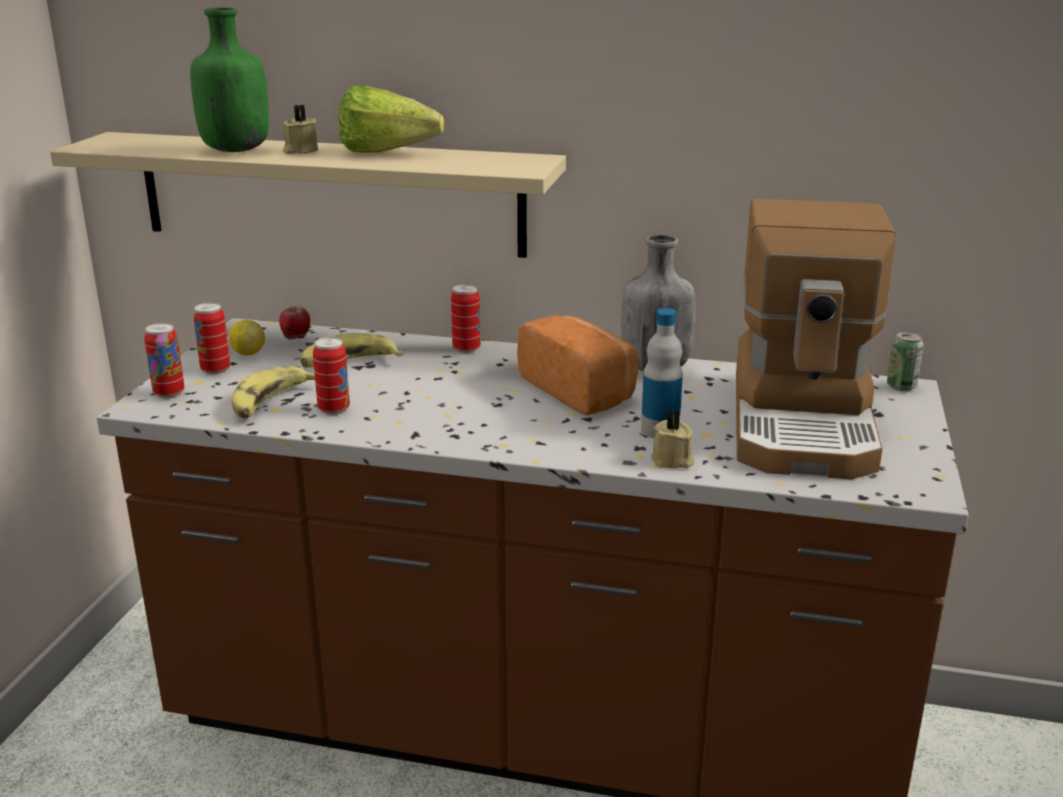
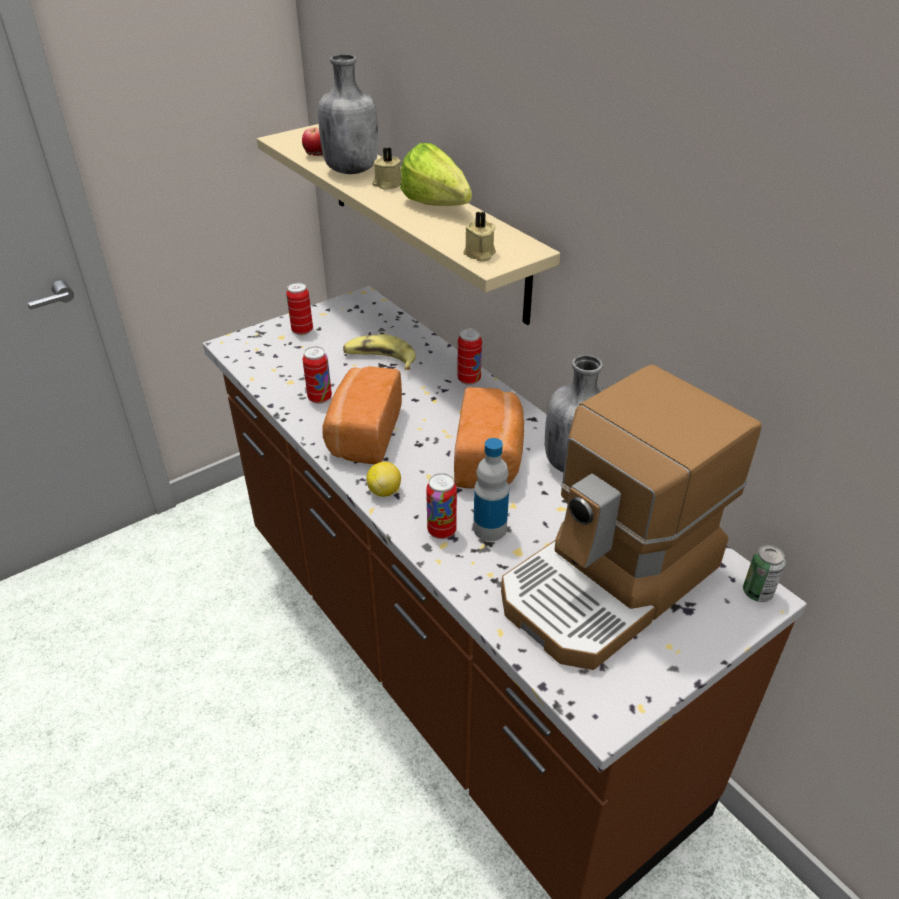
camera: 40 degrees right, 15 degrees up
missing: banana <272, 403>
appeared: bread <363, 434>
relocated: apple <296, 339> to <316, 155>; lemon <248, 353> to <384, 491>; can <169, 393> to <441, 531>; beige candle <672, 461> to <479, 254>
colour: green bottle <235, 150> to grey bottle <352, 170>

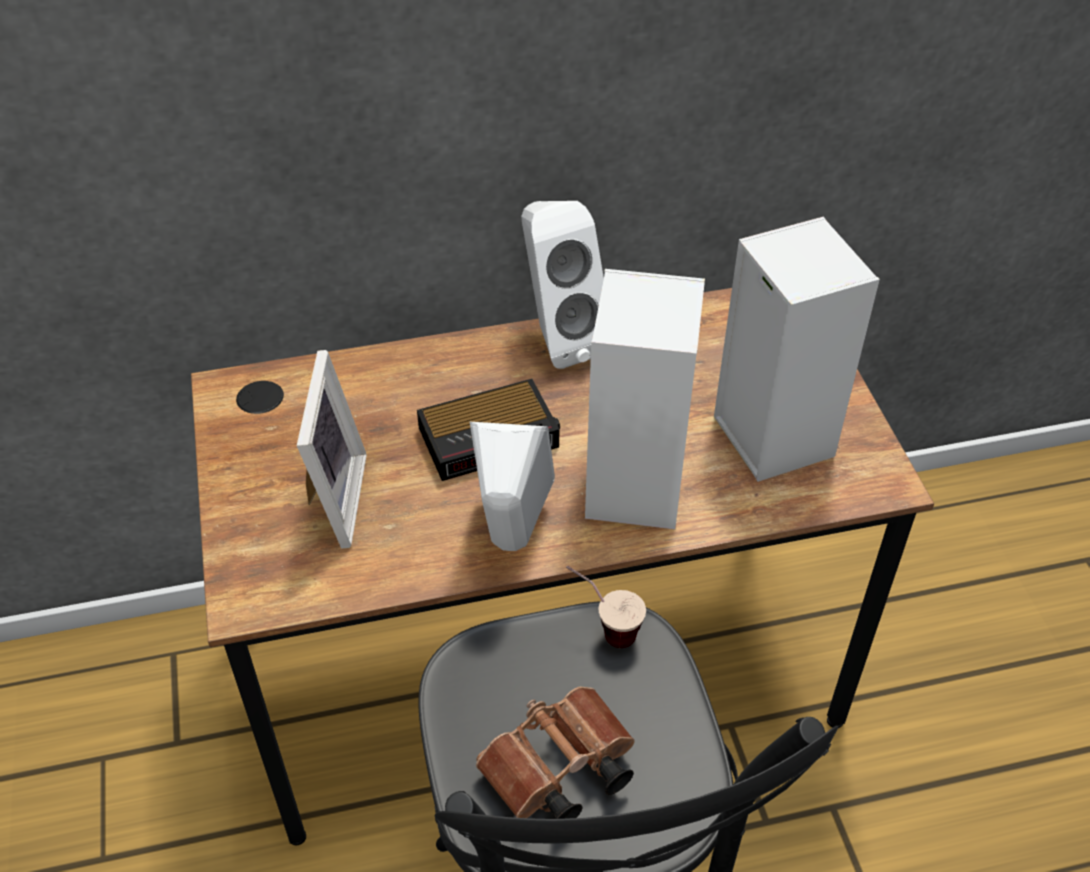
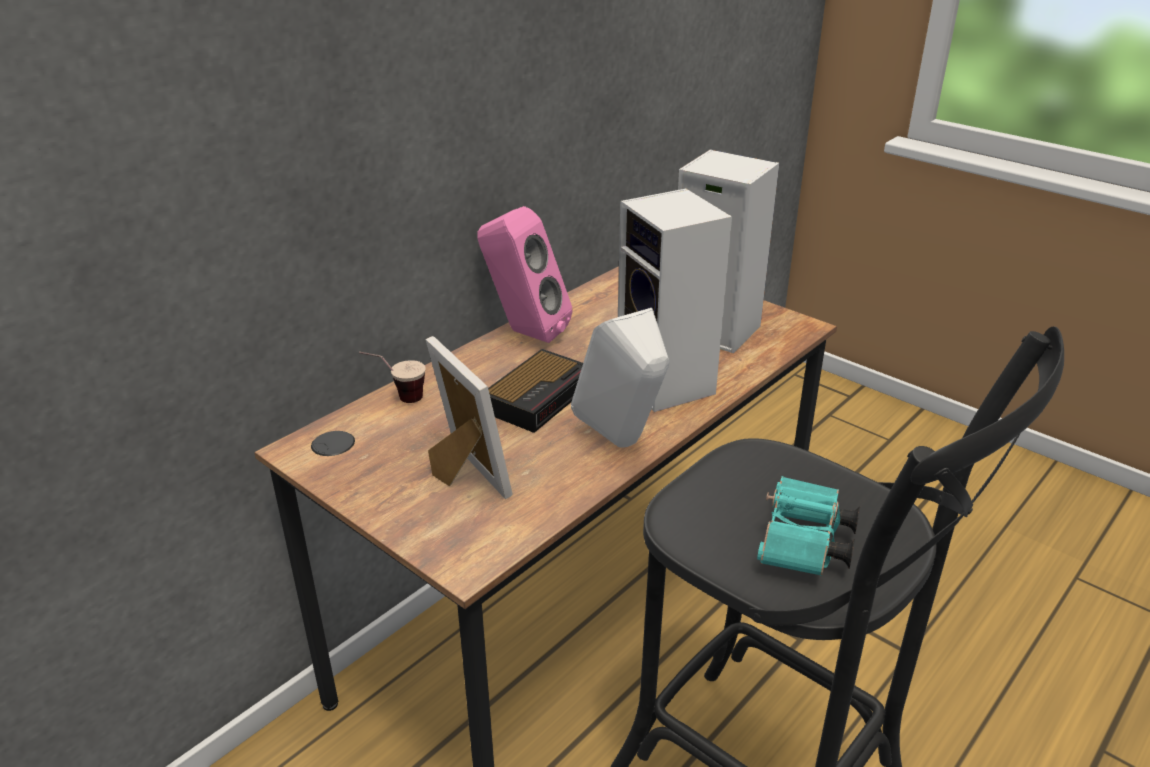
camera: 35 degrees left, 15 degrees down
relocated: cup <602, 628> to <397, 398>
colour: white speaker <558, 339> to pink speaker <524, 333>; brown binoculars <556, 773> to turquoise binoculars <803, 546>

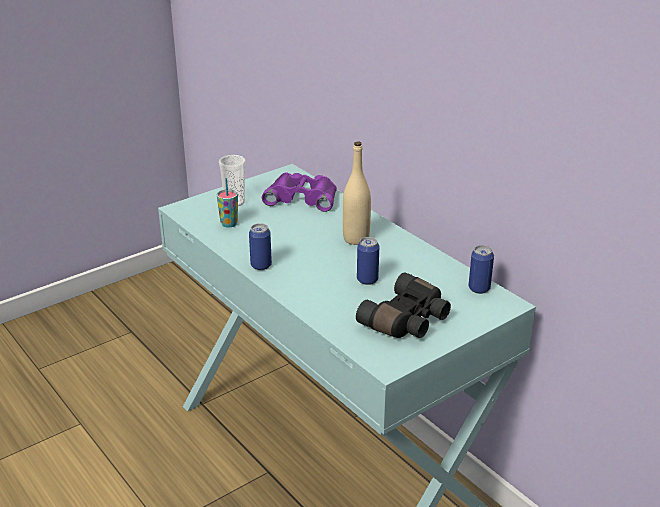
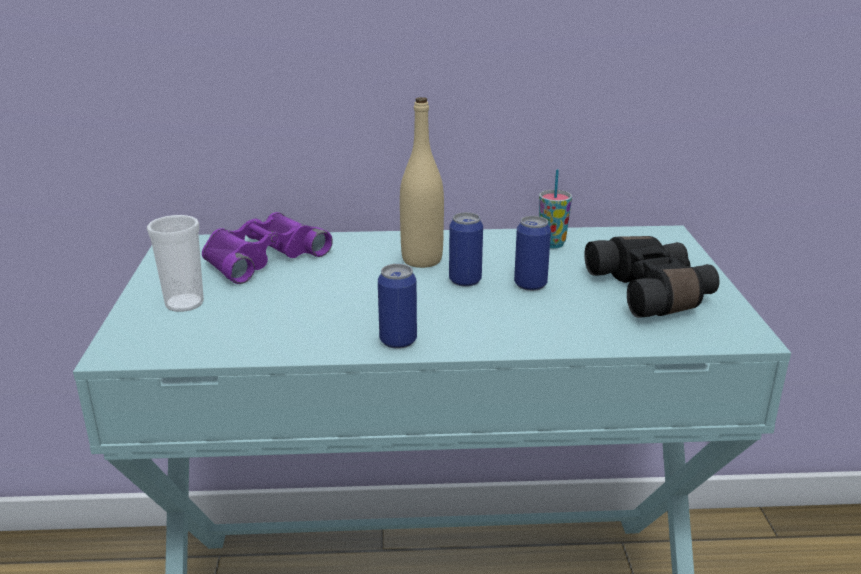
camera: 55 degrees left, 5 degrees down
relocated: cup <229, 224> to <552, 244>; can <479, 288> to <465, 280>

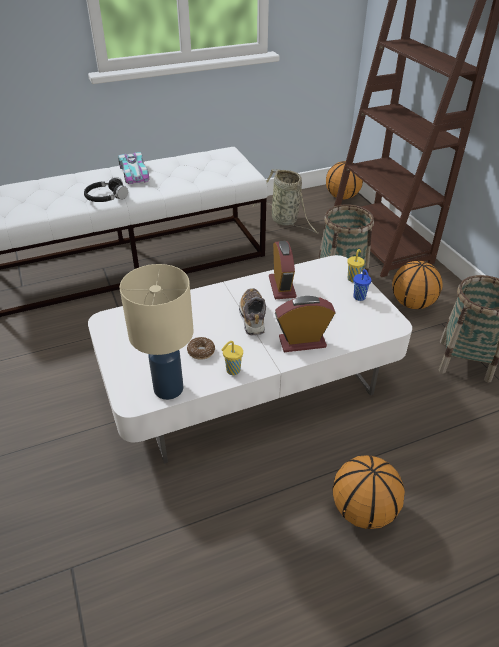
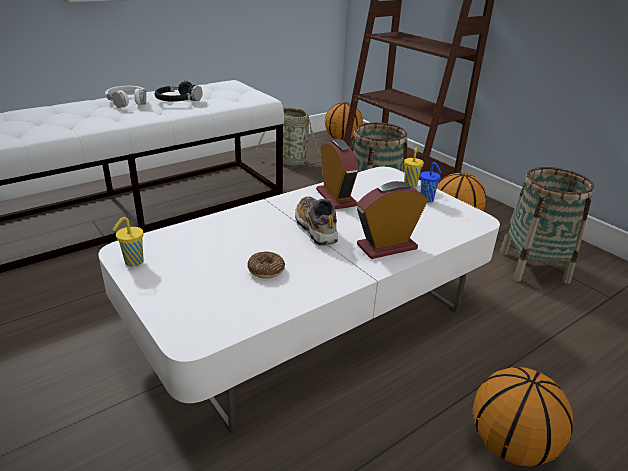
camera: 15 degrees left, 10 degrees down
missing: beige table lamp <167, 389>
relocated: black headphones <106, 197> to <178, 100>; yellow cup <232, 371> to <133, 262>
exchanged: toy car <134, 173> to white headphones <127, 102>

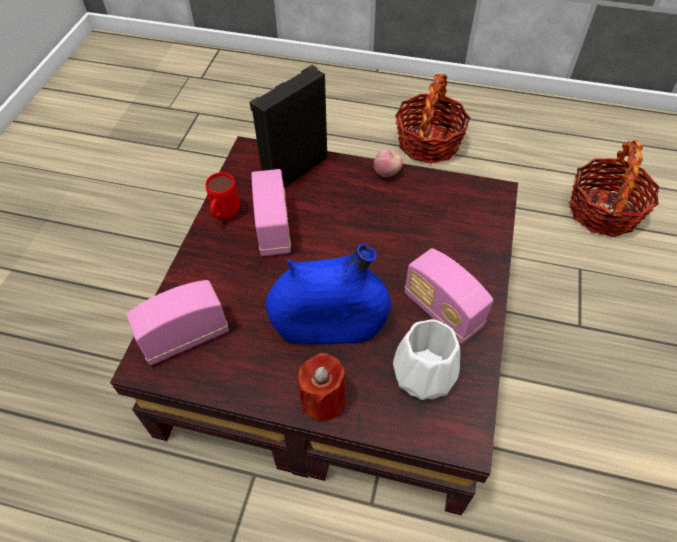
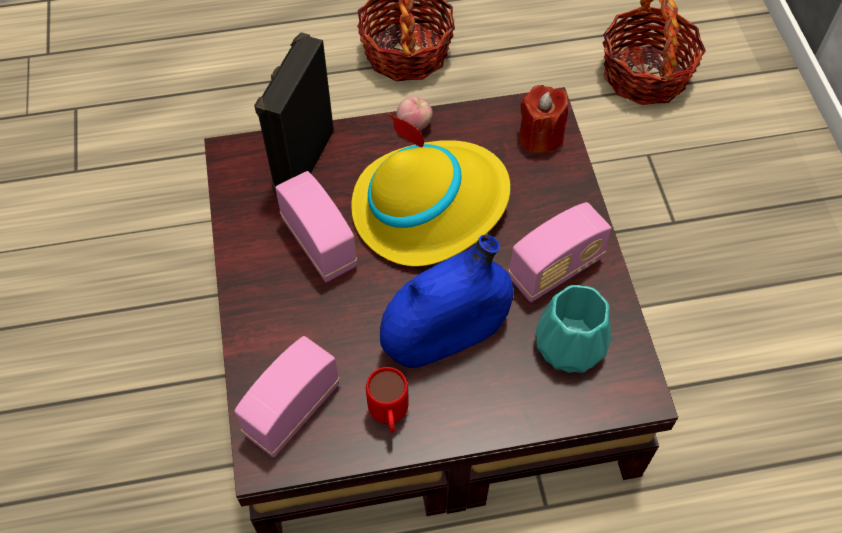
camera: 25 degrees left, 5 degrees up
appeared: yellow hat <429, 206>
relocated: red mug <224, 216> to <389, 418>; red candle <323, 399> to <540, 137>
colour: white vase <422, 374> to turquoise vase <567, 346>
spun: radio <442, 311> = <555, 269> 60 degrees counterclockwise

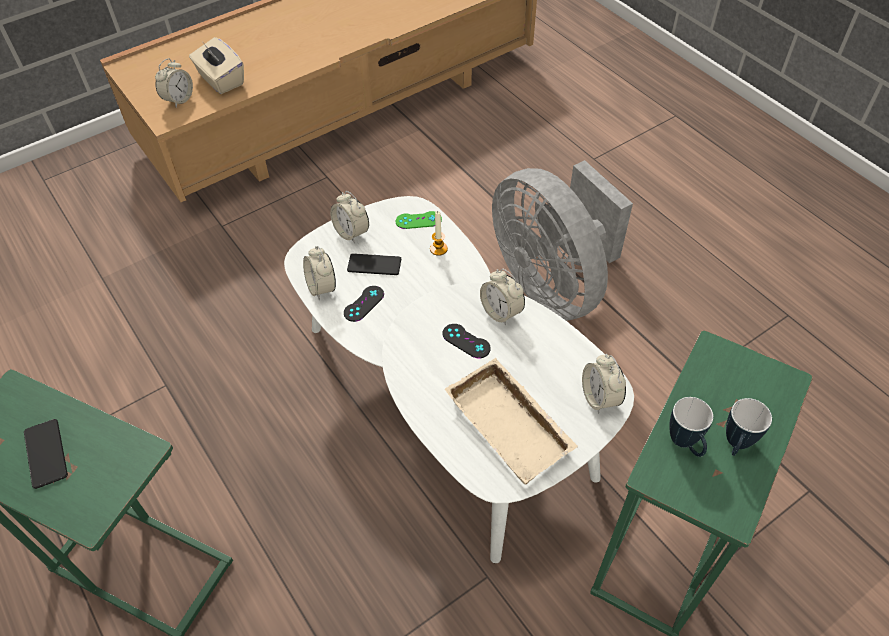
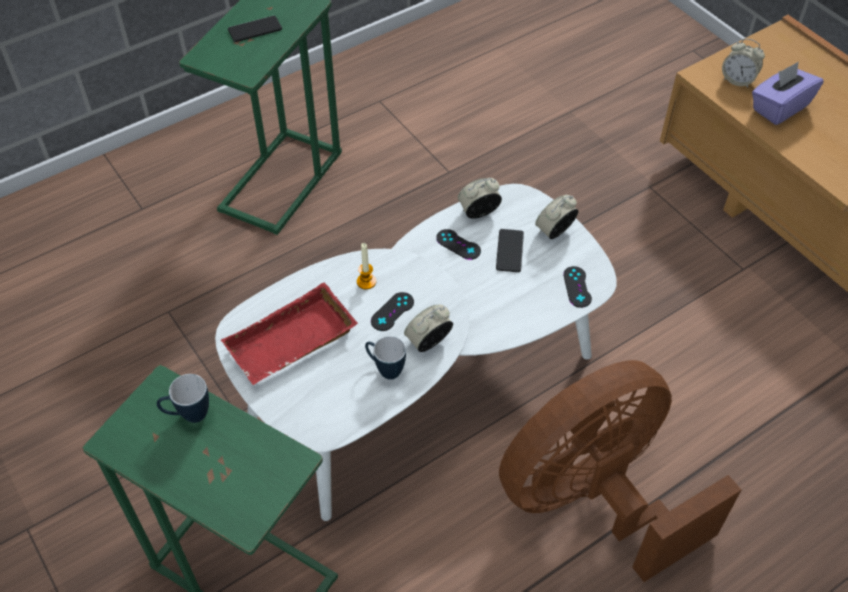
camera: 90 degrees right, 0 degrees up
missing: alarm clock <600, 397>
relocated: candle <438, 249> to <366, 281>; mug <735, 445> to <385, 369>
colour: beige tissue box <221, 80> to purple tissue box <779, 107>; grey fan <552, 284> to brown fan <595, 499>; green game controller <418, 220> to black game controller <577, 287>; beige tray <512, 425> to red tray <291, 344>

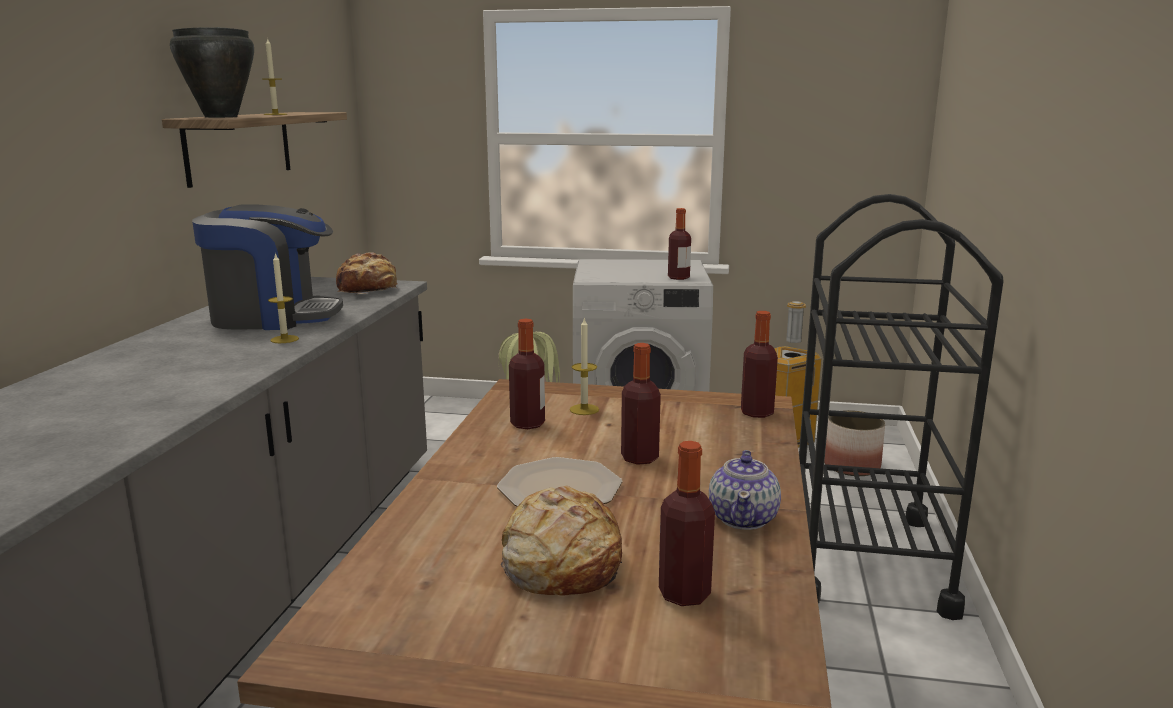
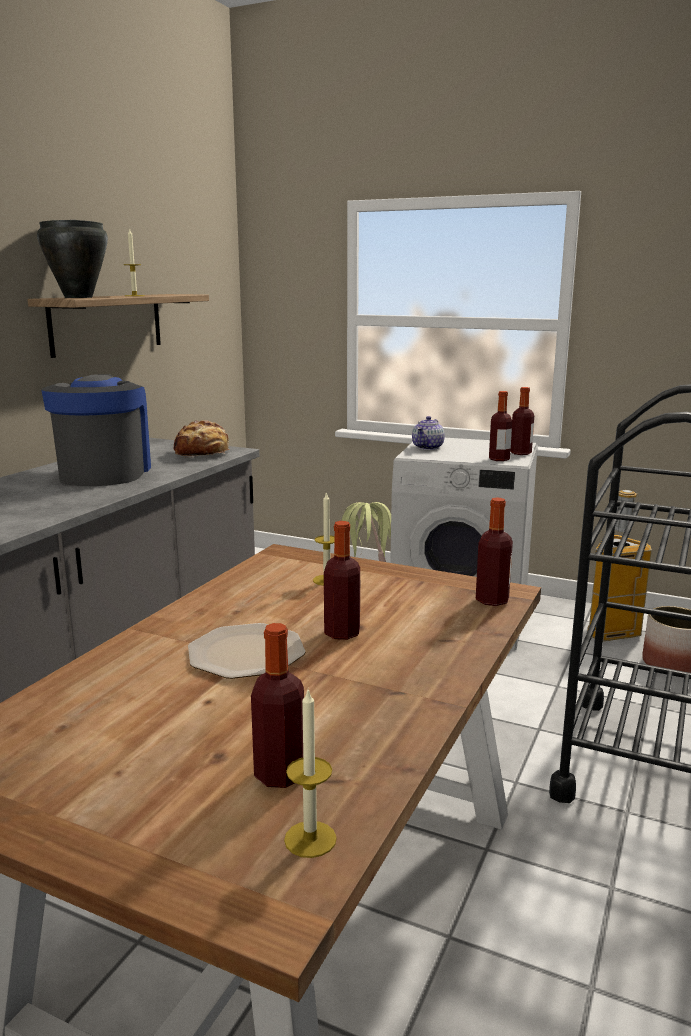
camera: 15 degrees right, 0 degrees up
missing: bread <560, 562>
relocated: candle <284, 339> to <310, 839>; bottle <527, 424> to <520, 453>; teapot <744, 518> to <428, 447>
spun: coffee machine <273, 317> = <104, 473> 105 degrees counterclockwise

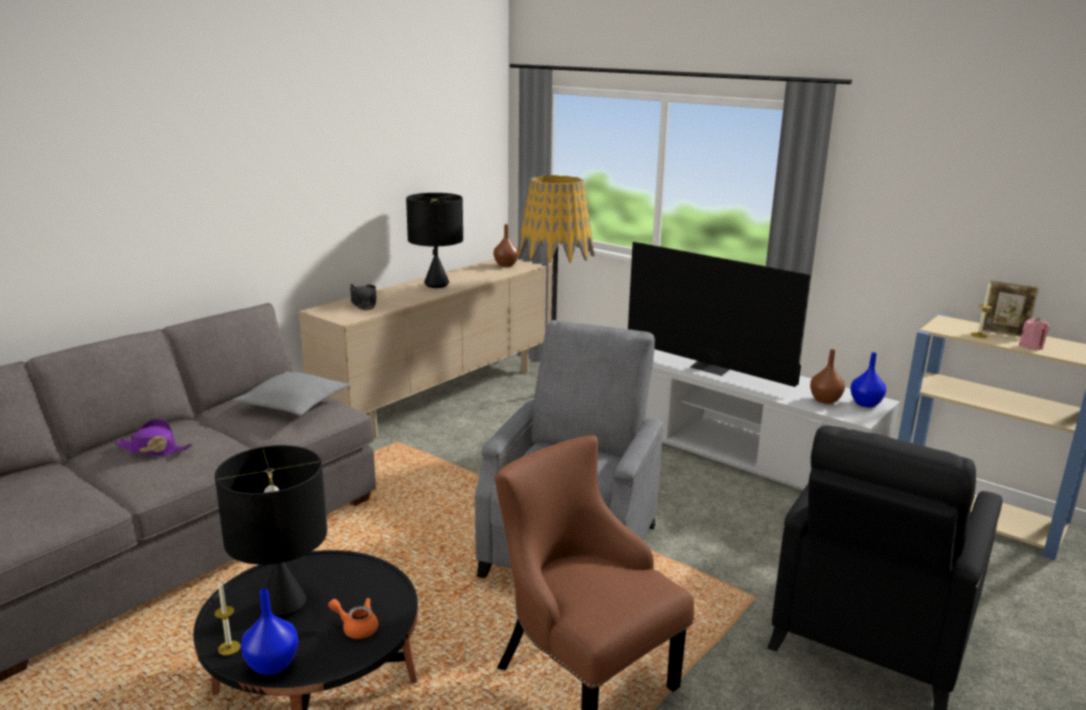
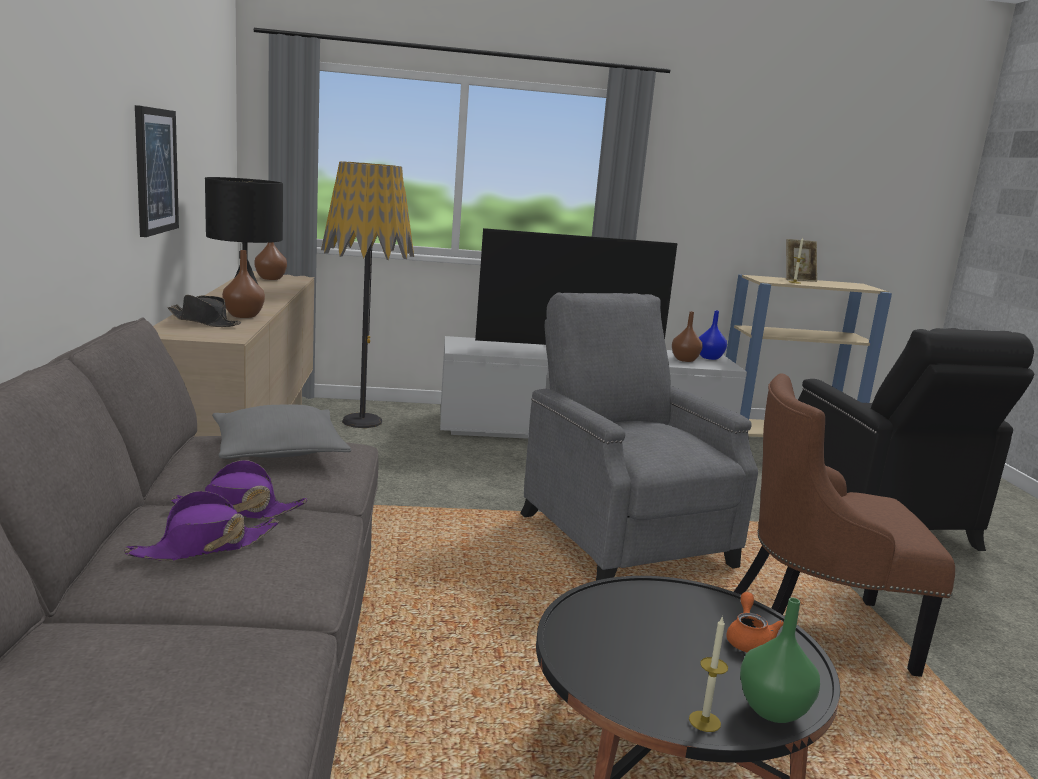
camera: 45 degrees left, 5 degrees down
missing: pink candle <1031, 346>; black table lamp <284, 606>
appeared: picture <155, 171>; brown vase <242, 316>; purple hat <239, 510>
colour: blue vase <271, 664> to green vase <772, 710>
spun: orange teapot <356, 627> = <748, 640> 120 degrees clockwise

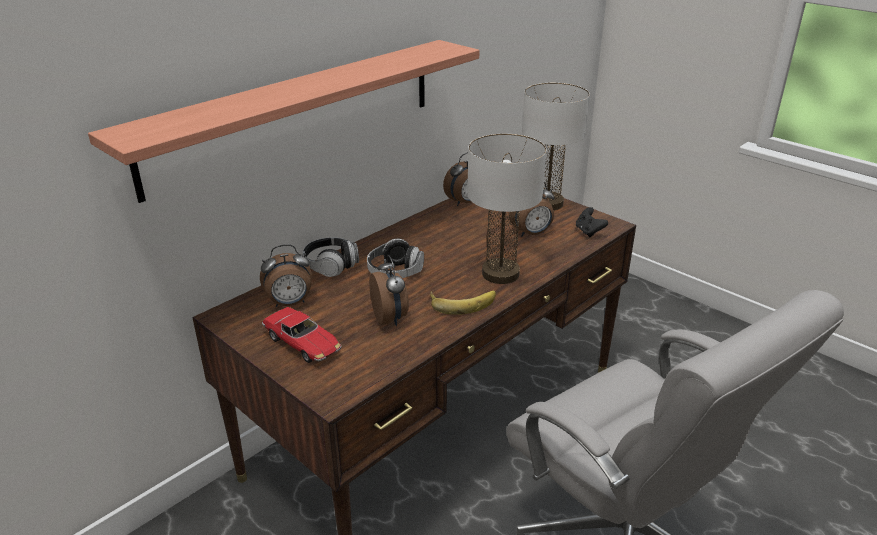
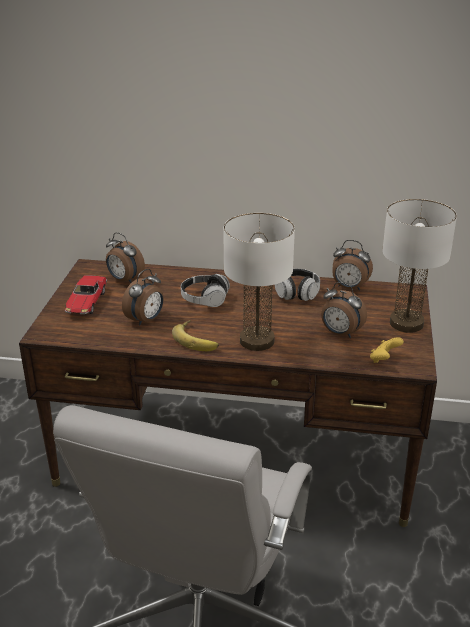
camera: 55 degrees right, 0 degrees up
missing: shelf <297, 113>
relocated: headphones <331, 266> to <296, 293>
colour: black game controller <589, 232> to yellow game controller <384, 359>

